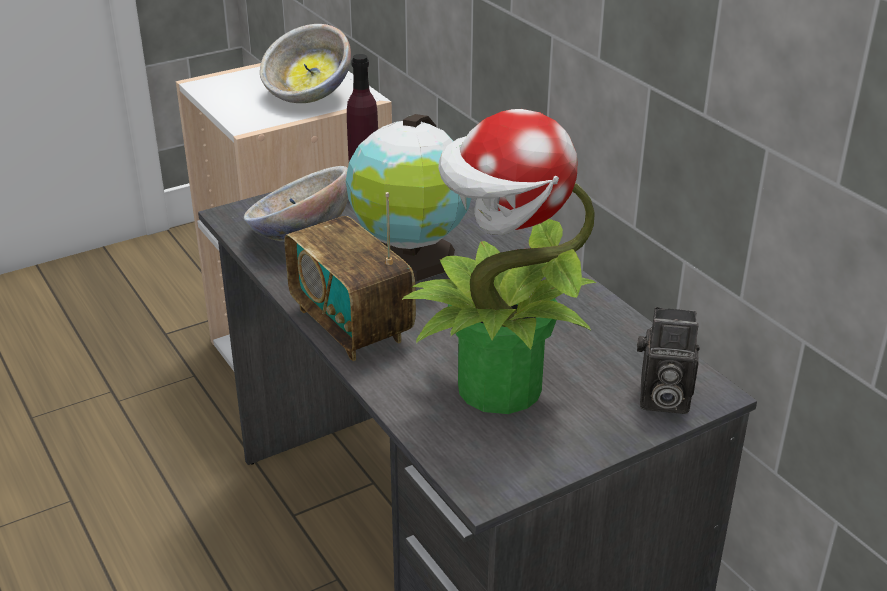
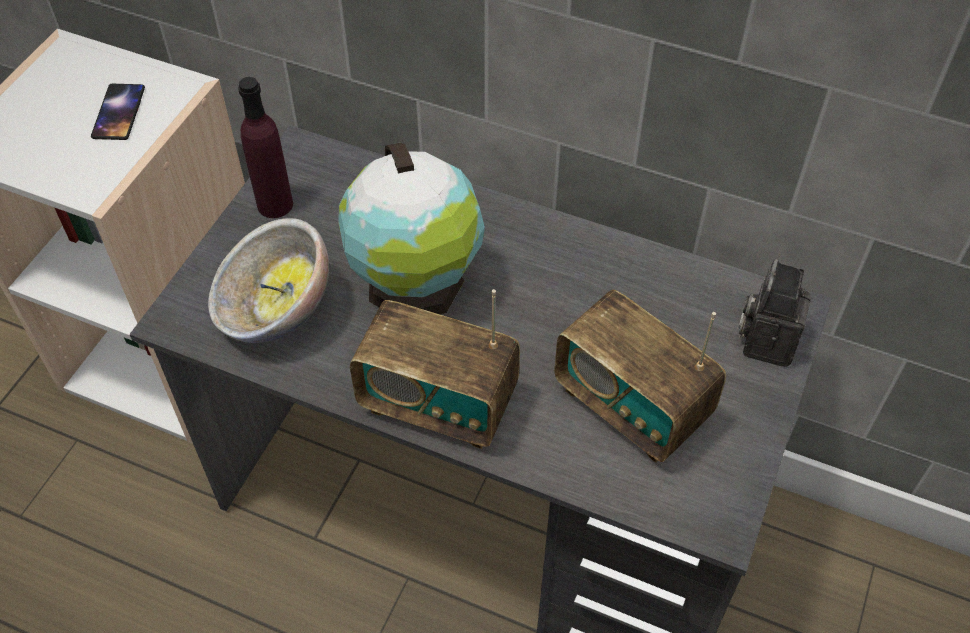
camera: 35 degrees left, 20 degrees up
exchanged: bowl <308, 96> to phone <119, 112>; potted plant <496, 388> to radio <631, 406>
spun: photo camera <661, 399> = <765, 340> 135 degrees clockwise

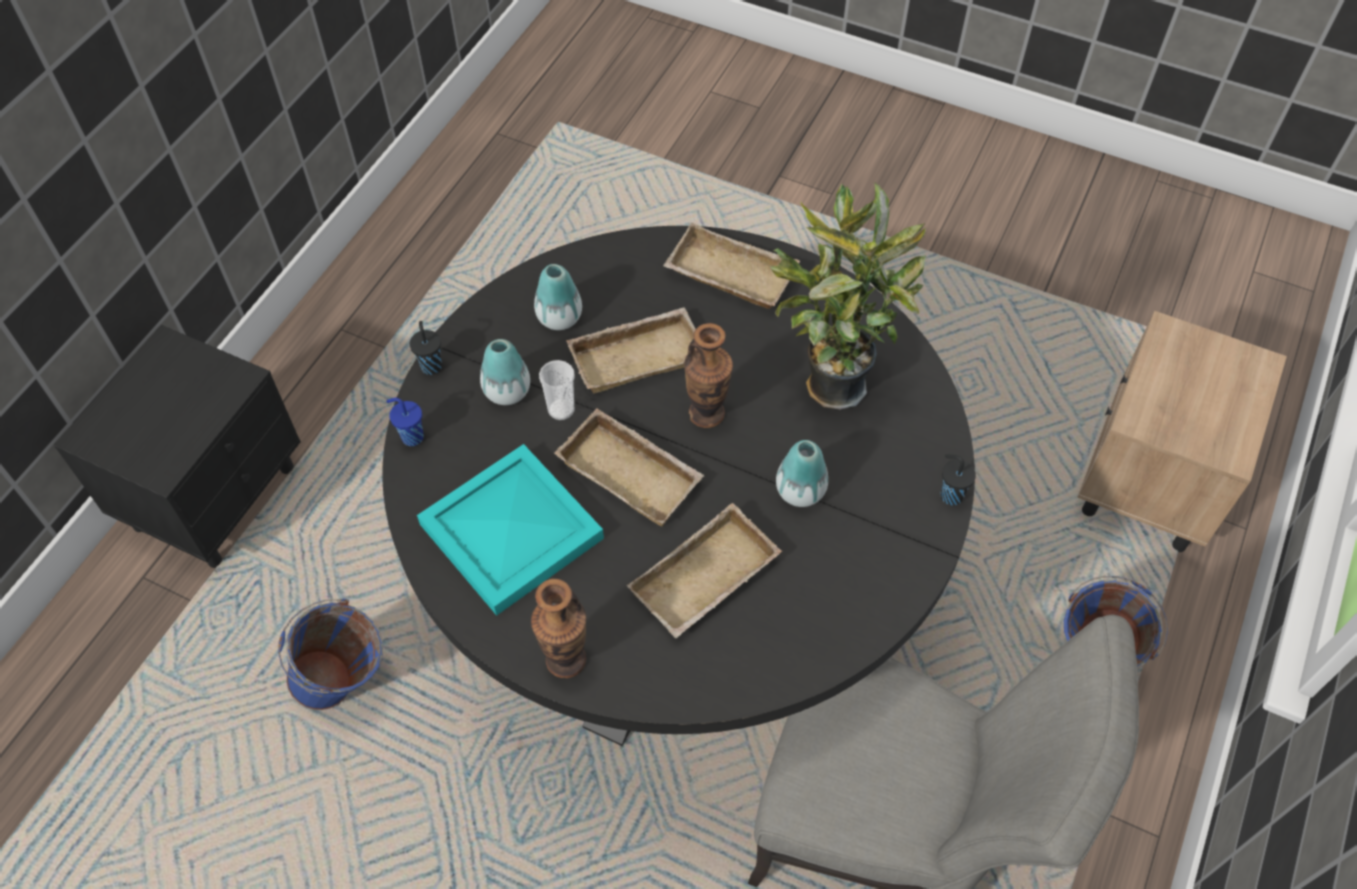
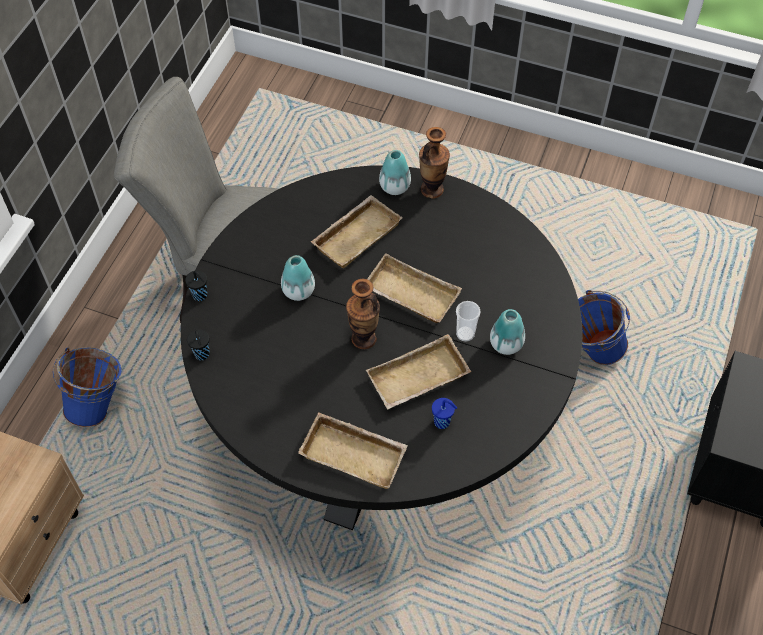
camera: 175 degrees right, 0 degrees up
missing: potted plant <829, 383>; turquoise tray <508, 531>
relocated: vase <559, 318> to <395, 187>; black cup <431, 365> to <202, 355>; blue cup <411, 437> to <443, 422>

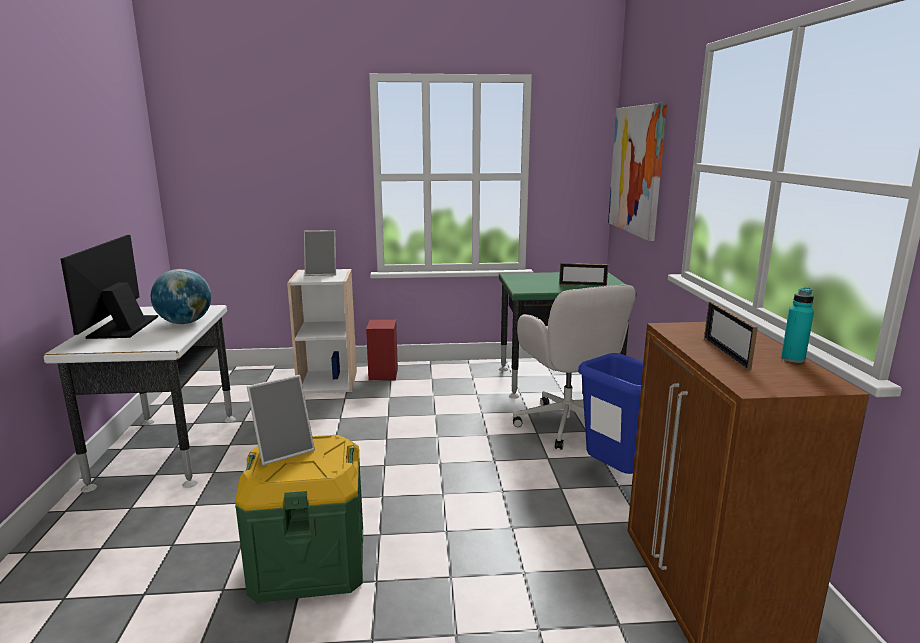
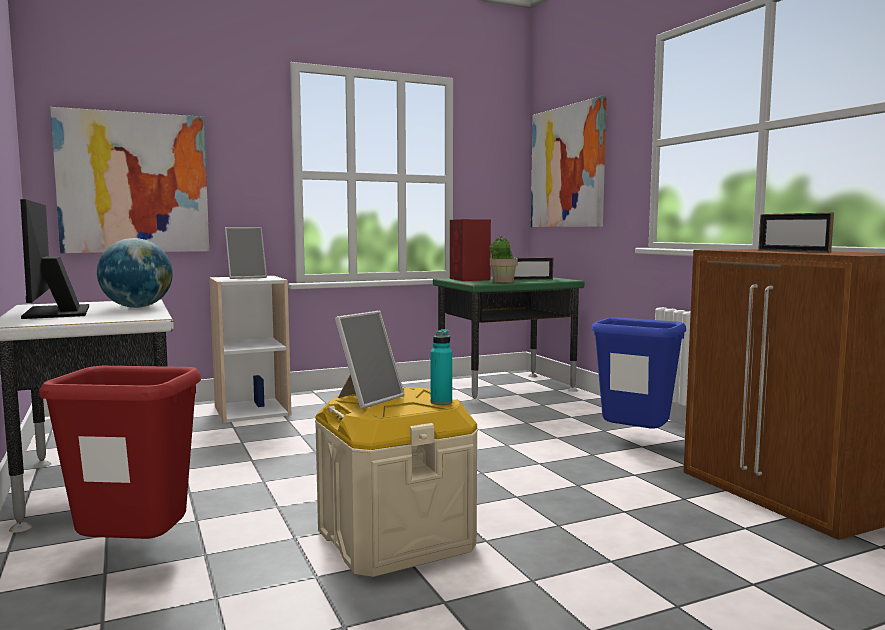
camera: 20 degrees left, 10 degrees down
missing: white office chair <565, 425>
appeared: picture <134, 183>; potted plant <502, 281>; red trash can <135, 556>
relocated: turquoise bottle <793, 359> to <441, 402>; red speaker <383, 374> to <470, 279>
colour: green storage box <309, 561> to beige storage box <395, 539>

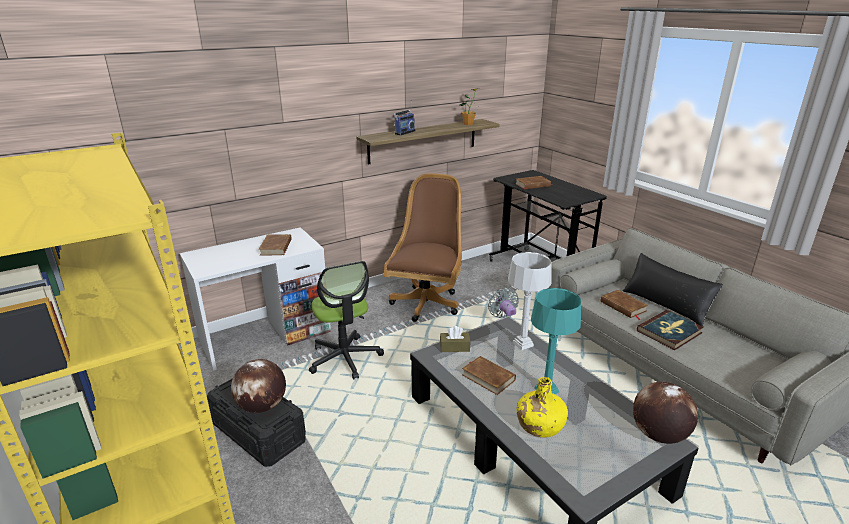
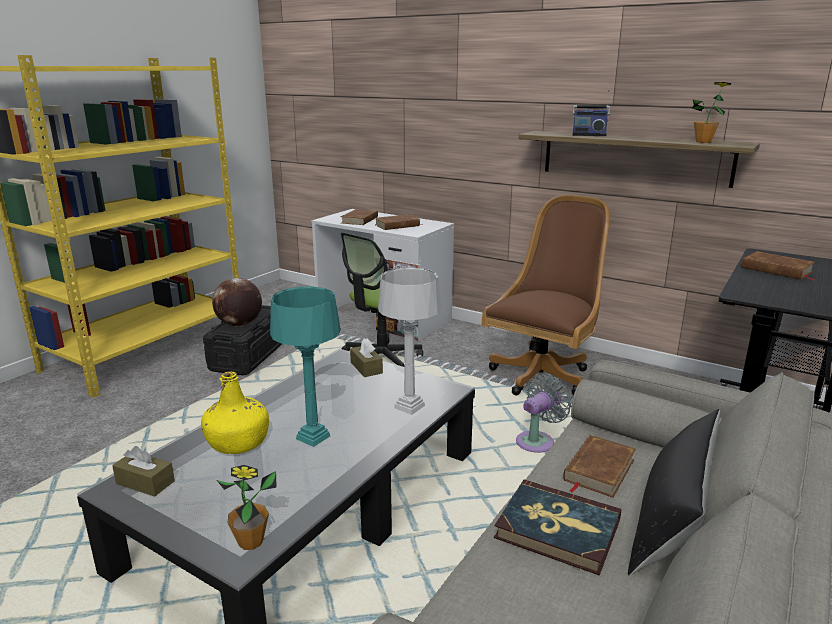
camera: 65 degrees right, 5 degrees down
appeared: brown tissue box <145, 482>
relocated: brown book <488, 377> to <360, 220>
exchanged: globe <658, 435> to potted plant <251, 542>
spun: brown office chair <427, 300> = <543, 373> 45 degrees counterclockwise

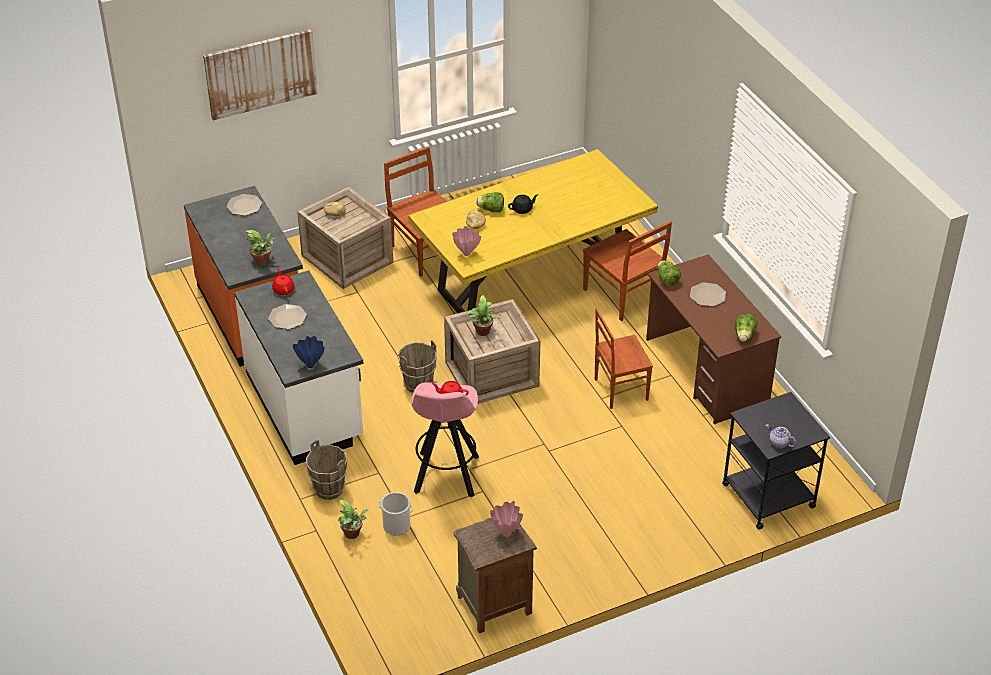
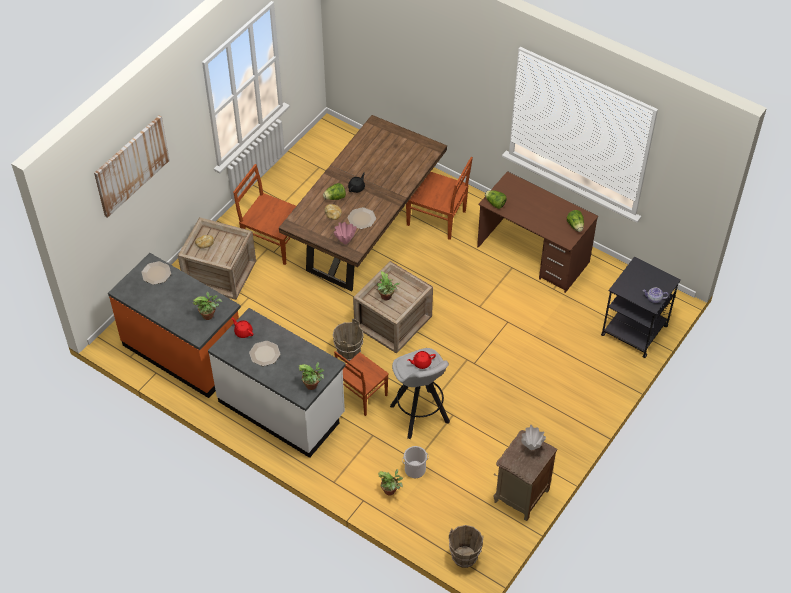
camera: 30 degrees left, 10 degrees up
relocated: plate <707, 295> to <361, 218>; brown chair <619, 389> to <361, 395>; brown bucket <329, 489> to <464, 557>
exchanged: blue vase <311, 366> to potted plant <313, 385>
colour: yellow dining table <532, 279> to brown dining table <366, 232>; pink stool <446, 476> to grey stool <420, 415>; pink vase <506, 533> to white vase <531, 448>

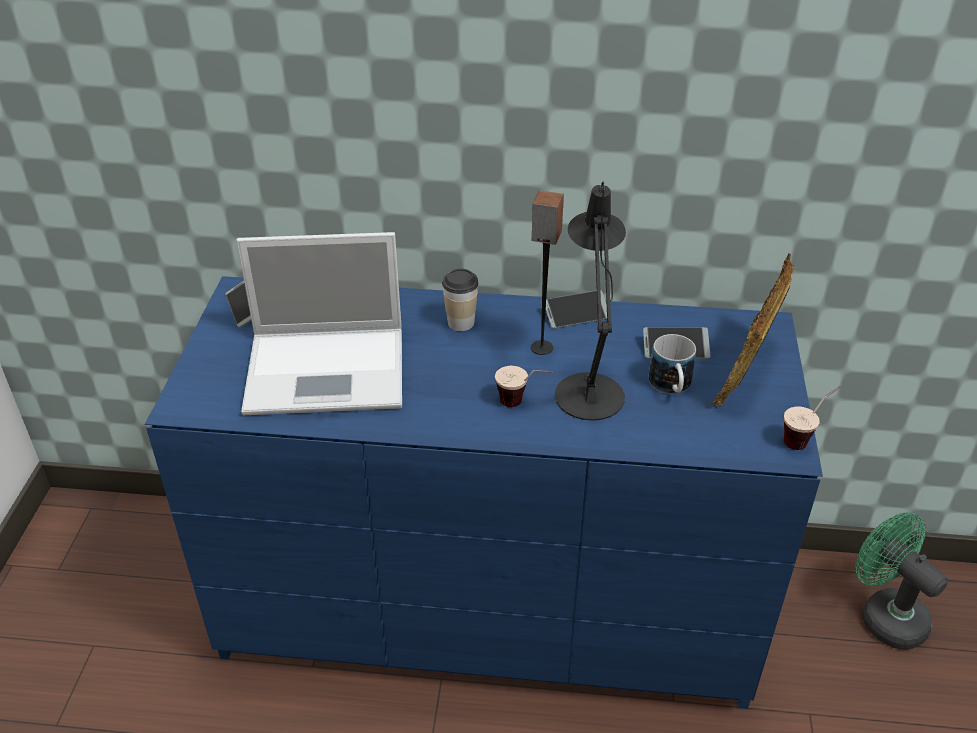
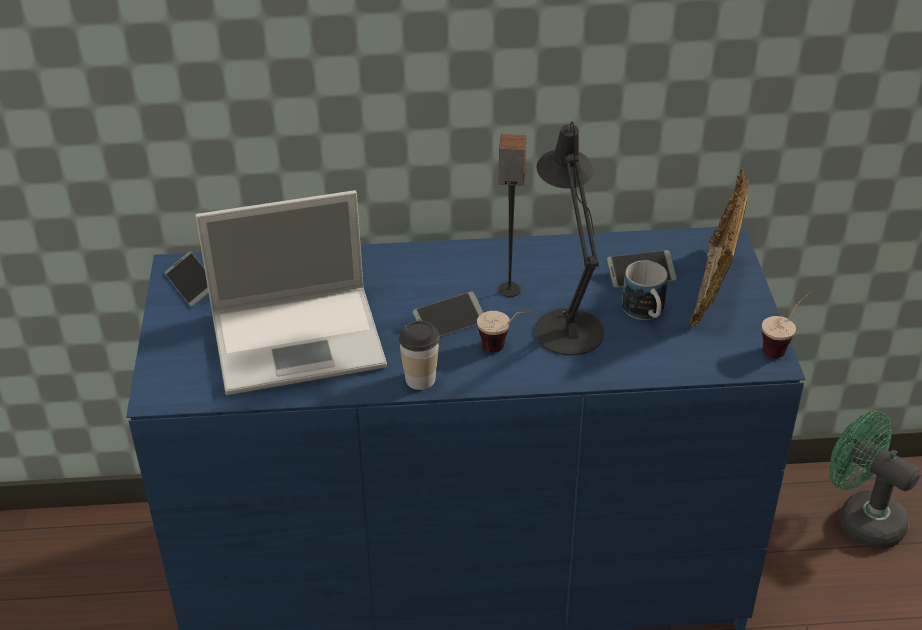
camera: 10 degrees left, 0 degrees up
relocated: cup <461, 322> to <420, 379>; phone <576, 315> to <449, 322>

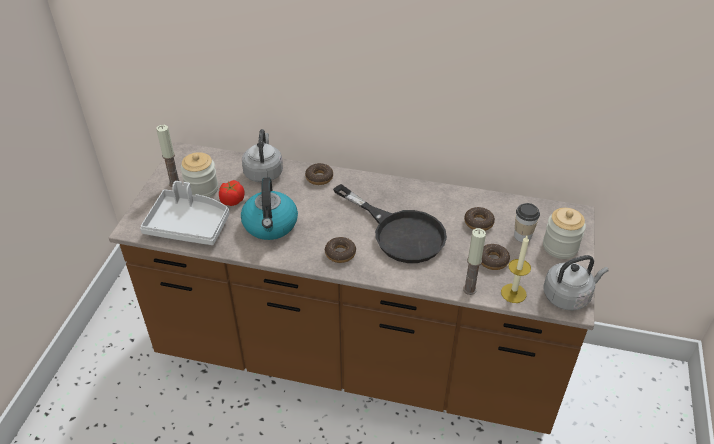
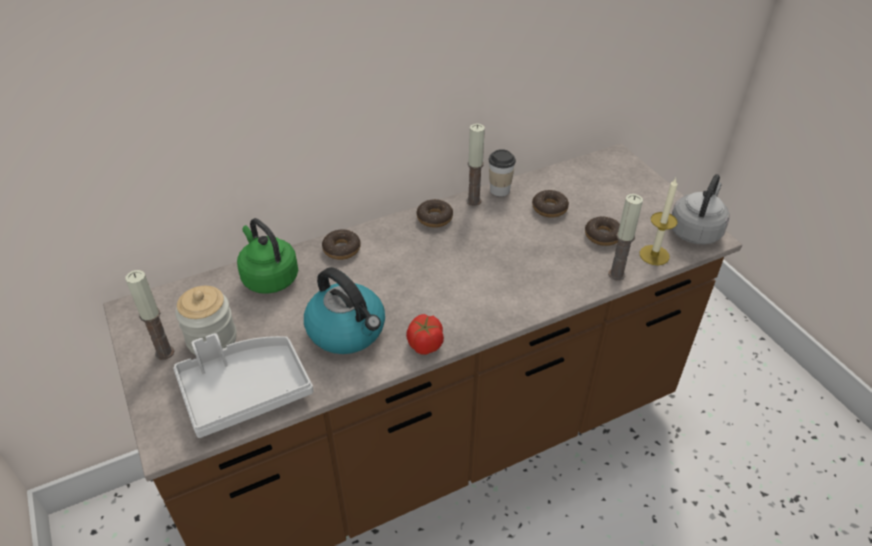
camera: 40 degrees left, 0 degrees up
missing: black frying pan <399, 232>; jar <560, 246>
appeared: candle <473, 201>
relocated: tomato <232, 200> to <425, 344>; cup <522, 236> to <499, 190>; donut <340, 253> to <434, 218>
colour: grey kettle <264, 172> to green kettle <269, 277>

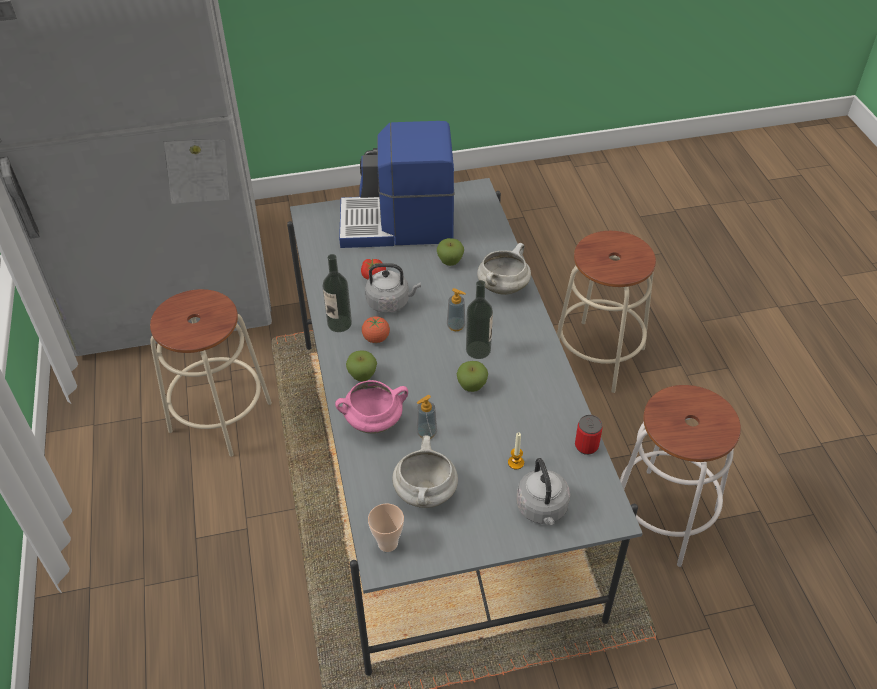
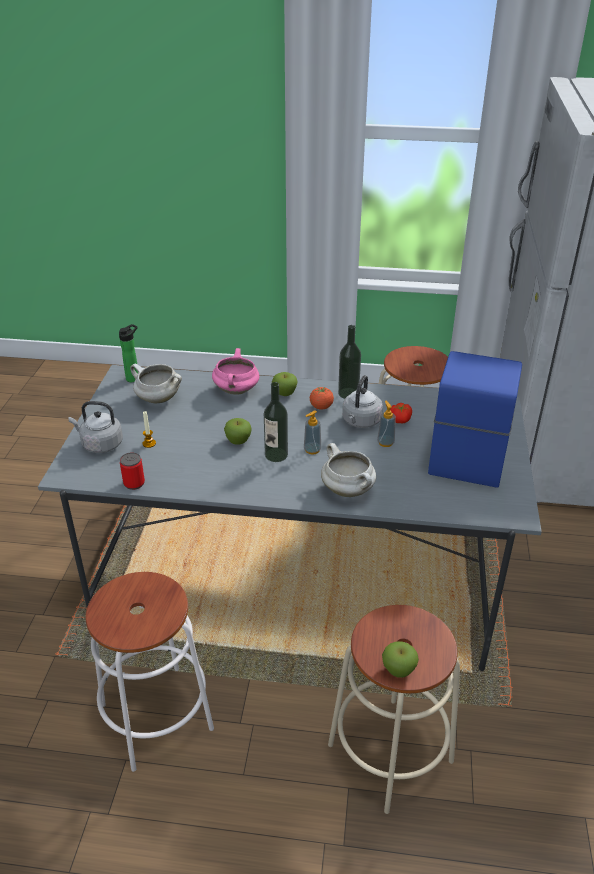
camera: 110 degrees right, 10 degrees down
relocated: apple <450, 262> to <398, 670>; soap dispenser <426, 432> to <385, 442>
exchanged: cup <387, 543> to bottle <134, 378>

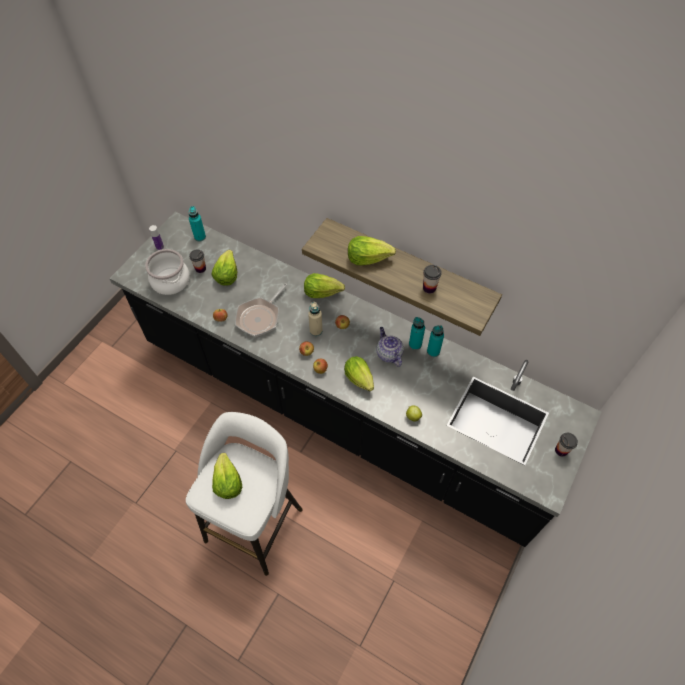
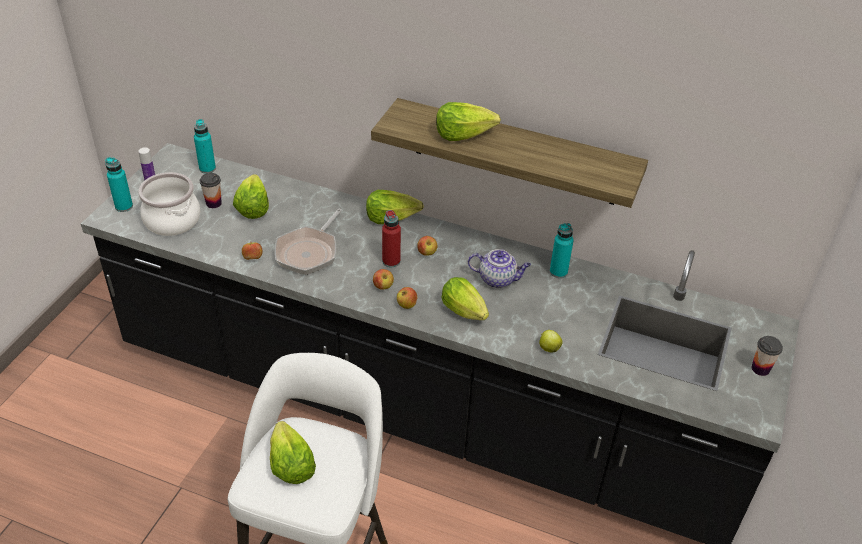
camera: 10 degrees left, 15 degrees down
missing: cup <429, 288>
relocated: turquoise bottle <415, 344> to <124, 206>
colour: beige bottle <316, 331> to red bottle <391, 261>
spun: teapot <388, 354> = <498, 279> 135 degrees clockwise

